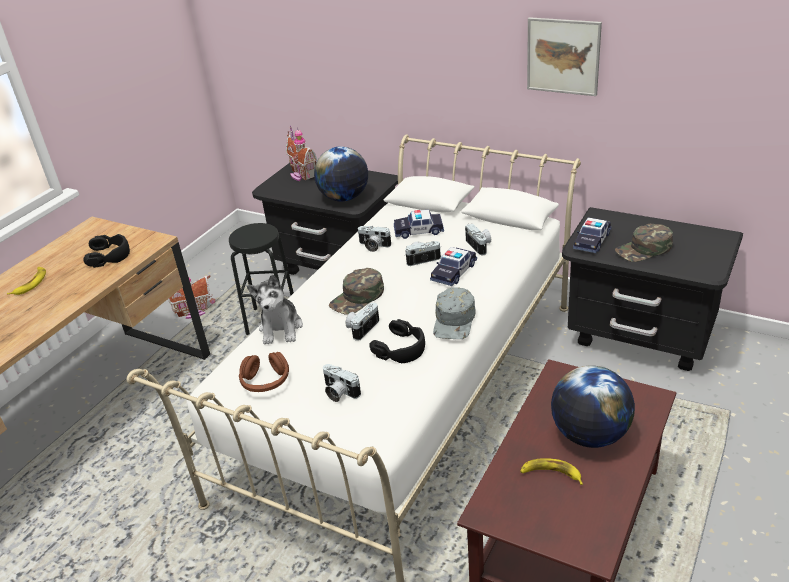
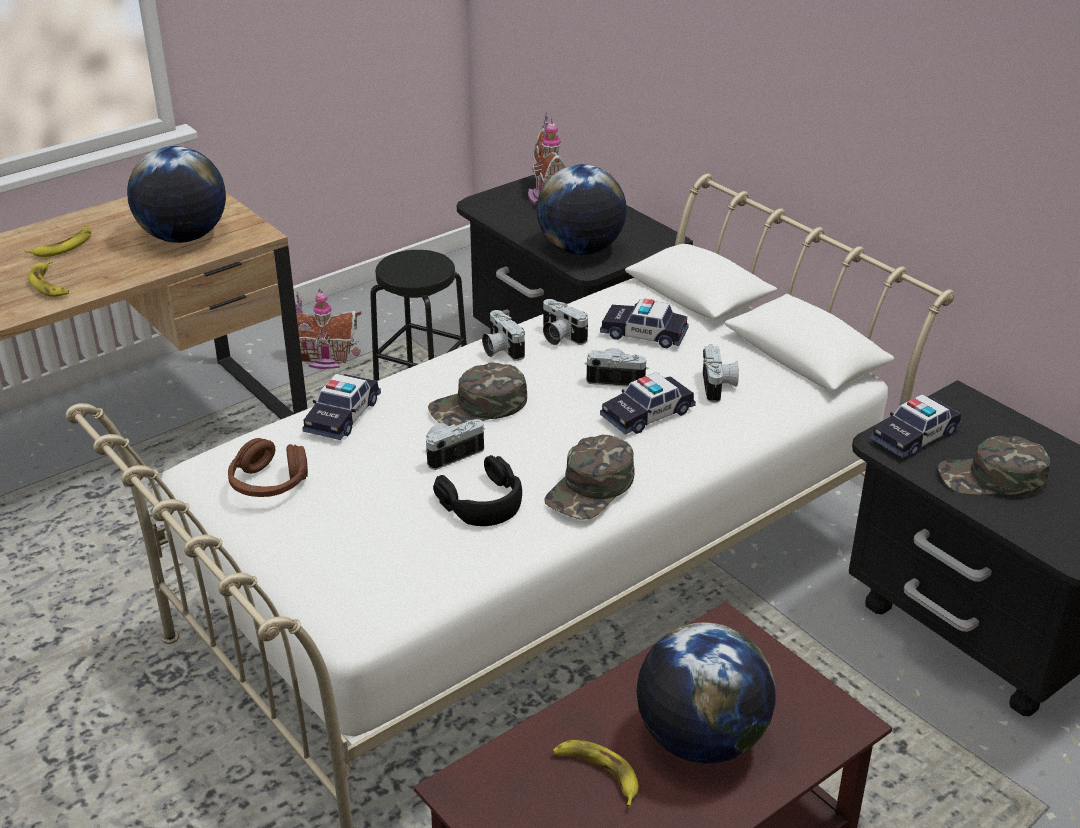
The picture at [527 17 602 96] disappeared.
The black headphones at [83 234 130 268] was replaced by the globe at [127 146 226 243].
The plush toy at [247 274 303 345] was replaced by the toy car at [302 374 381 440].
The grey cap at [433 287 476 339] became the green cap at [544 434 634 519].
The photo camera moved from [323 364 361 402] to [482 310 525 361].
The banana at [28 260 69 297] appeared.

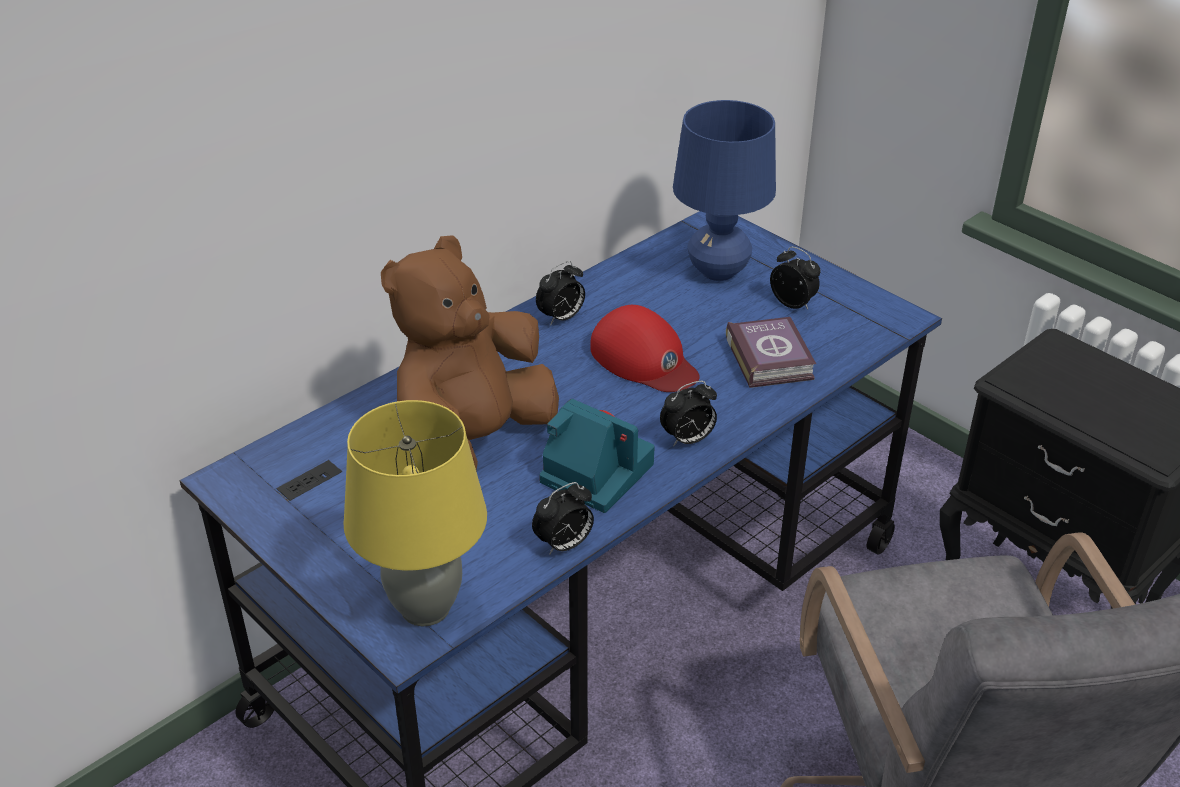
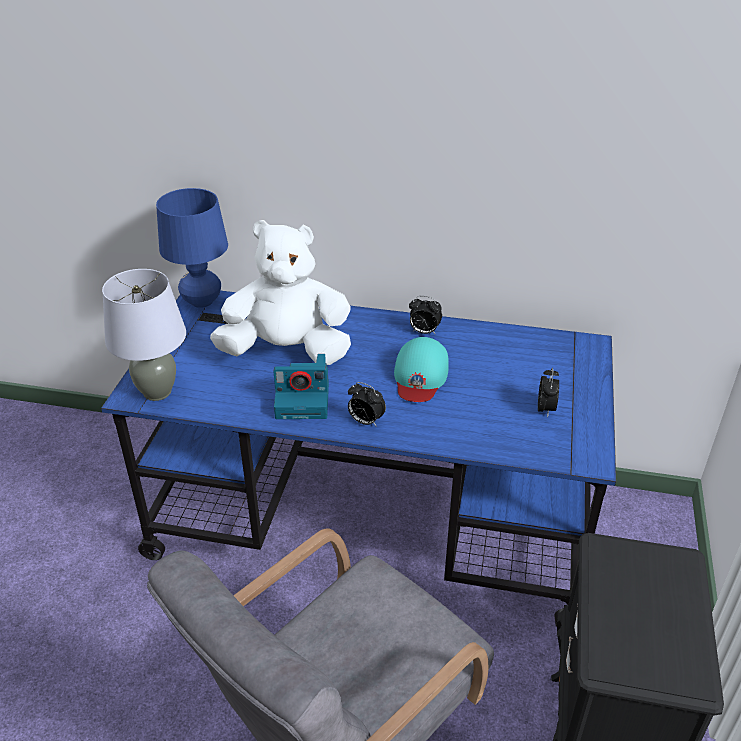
The blue table lamp moved from [673 100 776 281] to [156 188 228 308].
The brown plush toy at [381 235 559 471] became the white plush toy at [210 220 351 365].
The red cap at [590 305 700 392] became the turquoise cap at [394 337 449 402].
The book at [726 317 816 388] disappeared.
The photo camera at [539 399 655 513] turned 90 degrees clockwise.
The yellow table lamp at [344 400 487 627] became the grey table lamp at [102 269 186 401].
The alarm clock at [532 482 594 555] disappeared.

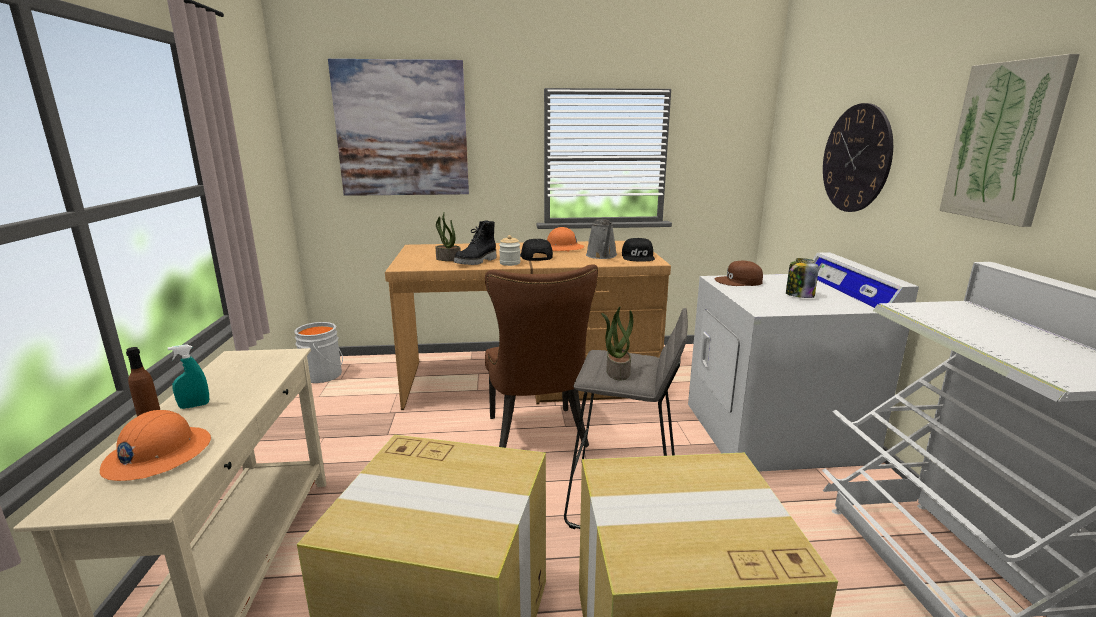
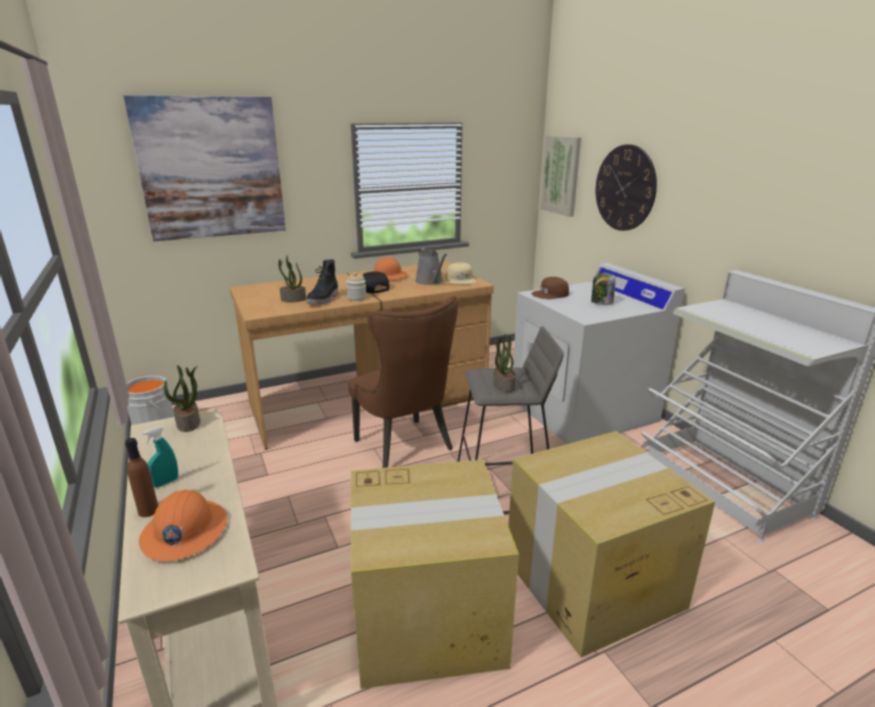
The picture moved from [939 54 1080 227] to [541 135 581 217].
The black cap at [622 238 655 262] became the beige cap at [446 263 477 285].
The potted plant at [164 365 200 432] appeared.

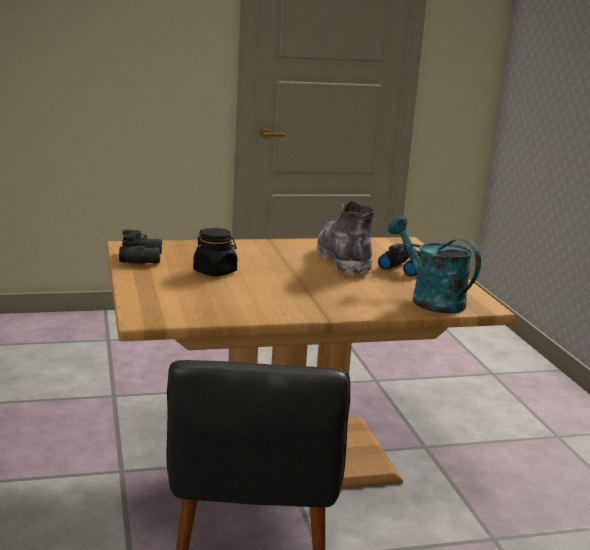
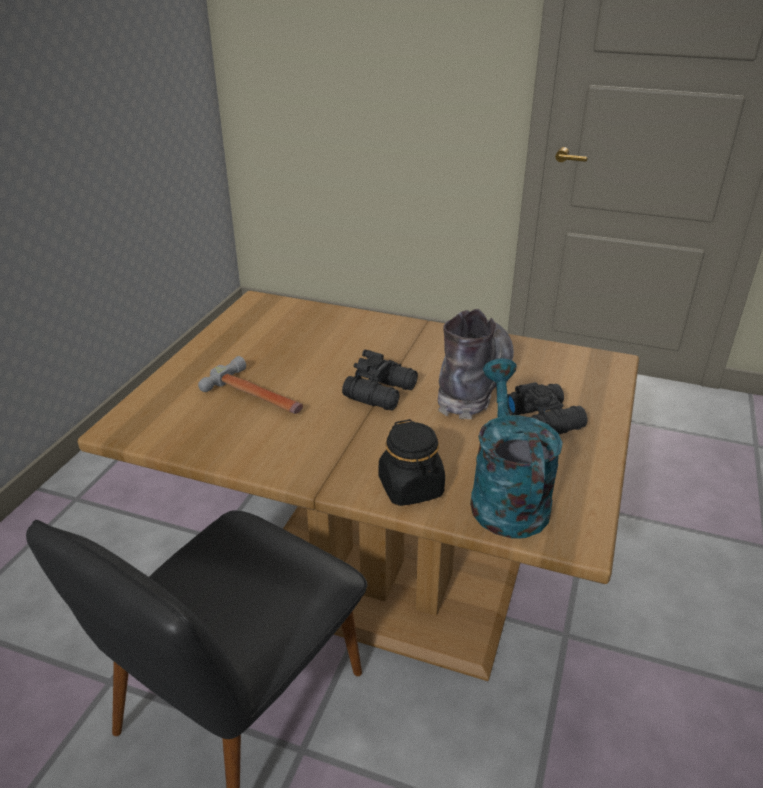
The black jar moved from [193 228 237 277] to [379 419 445 506].
The black binoculars moved from [119 229 162 264] to [342 349 418 410].
The hammer at [198 356 303 414] appeared.

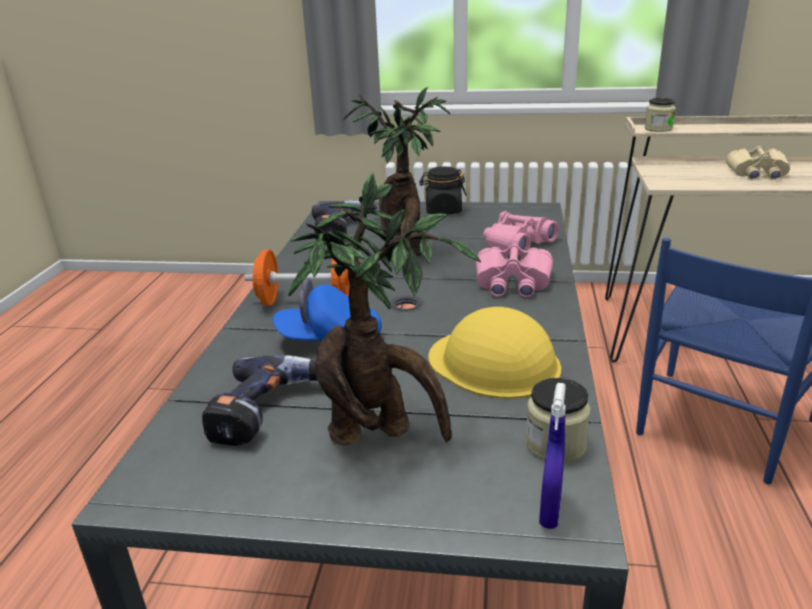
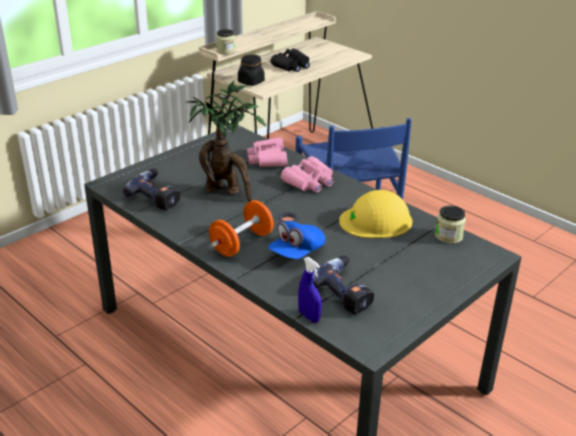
The beige binoculars at [726 146 790 180] became the black binoculars at [271 48 310 72].
The black jar moved from [419 167 466 214] to [238 55 265 86].
The potted plant at [288 172 481 445] disappeared.
The blue spray bottle moved from [539 383 566 529] to [298 257 322 323].

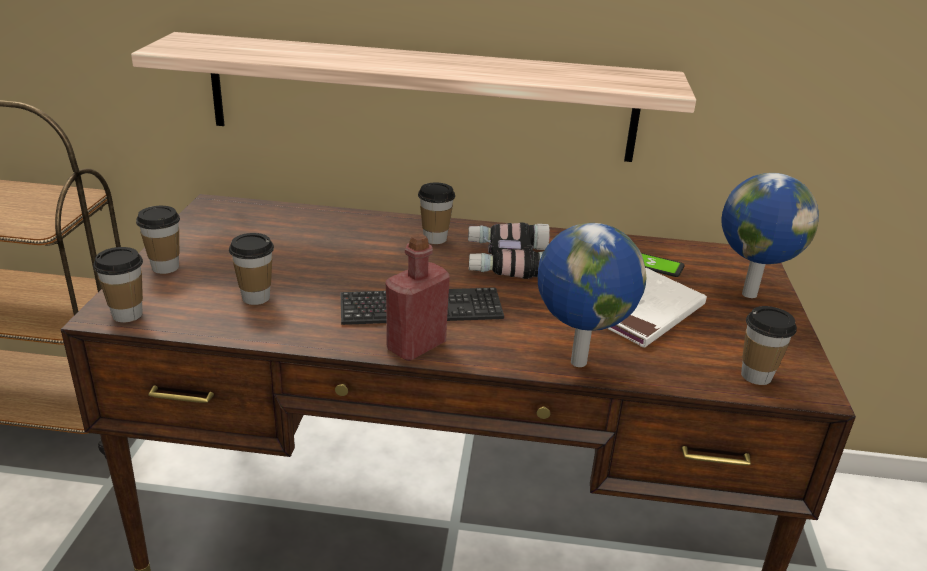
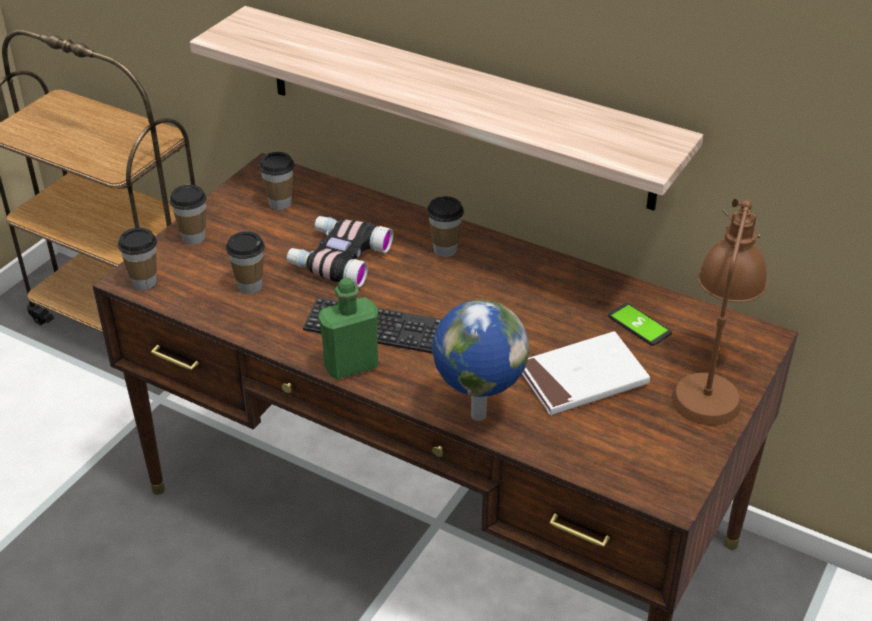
The globe at [721 173 819 298] was replaced by the brown table lamp at [672 199 767 426].
The binoculars moved from [468 222 550 279] to [287 216 393 288].
The red bottle at [386 234 450 361] became the green bottle at [319 278 378 379].
The cup moved from [741 306 797 385] to [259 152 295 210].

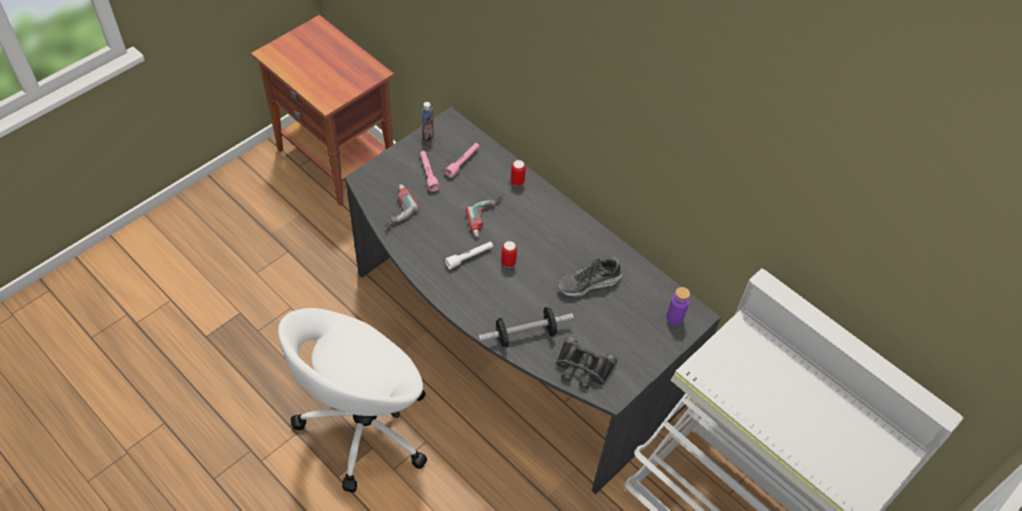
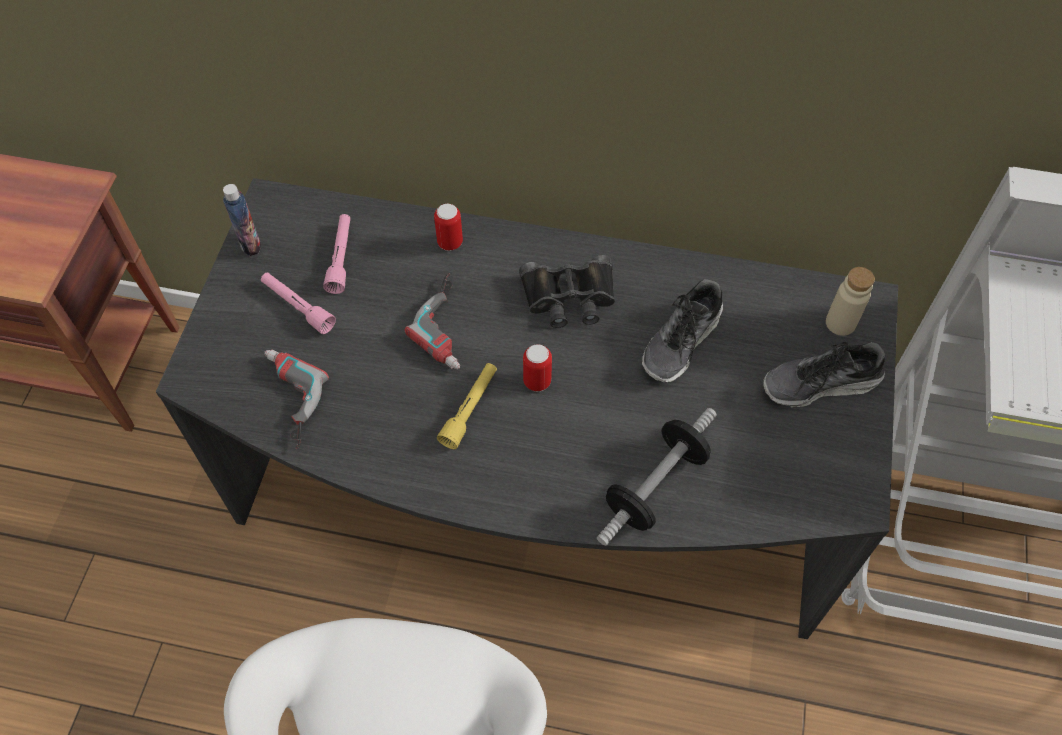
The white flashlight at [445 241 493 269] became the yellow flashlight at [437 363 497 449].
The purple bottle at [667 287 690 325] became the beige bottle at [826 267 875 336].
The black binoculars moved from [556 337 618 389] to [519 255 615 328].
The shoe at [763 342 885 408] appeared.

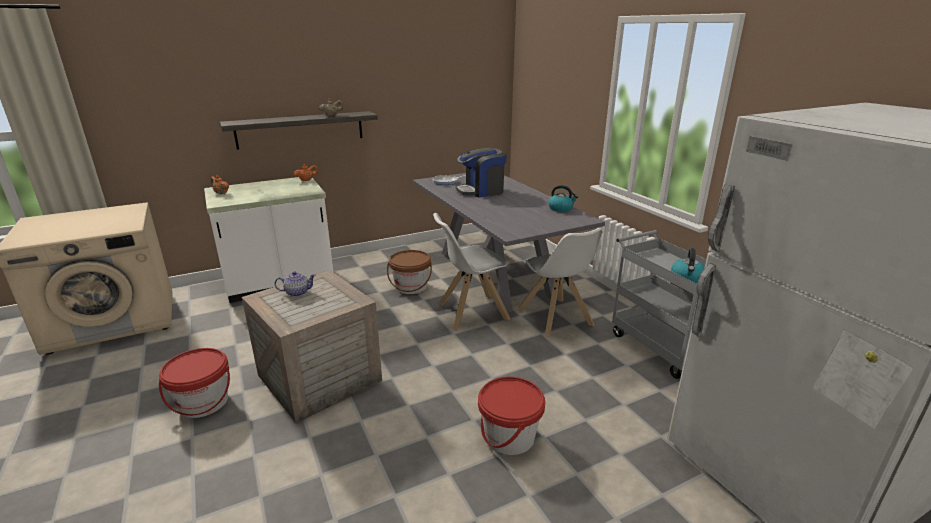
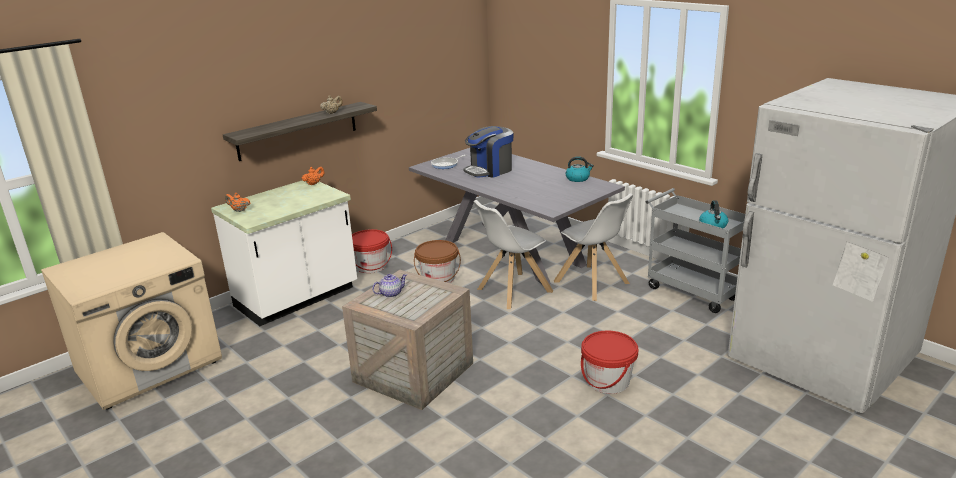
The red bucket moved from [159 348 230 418] to [352 229 392 273].

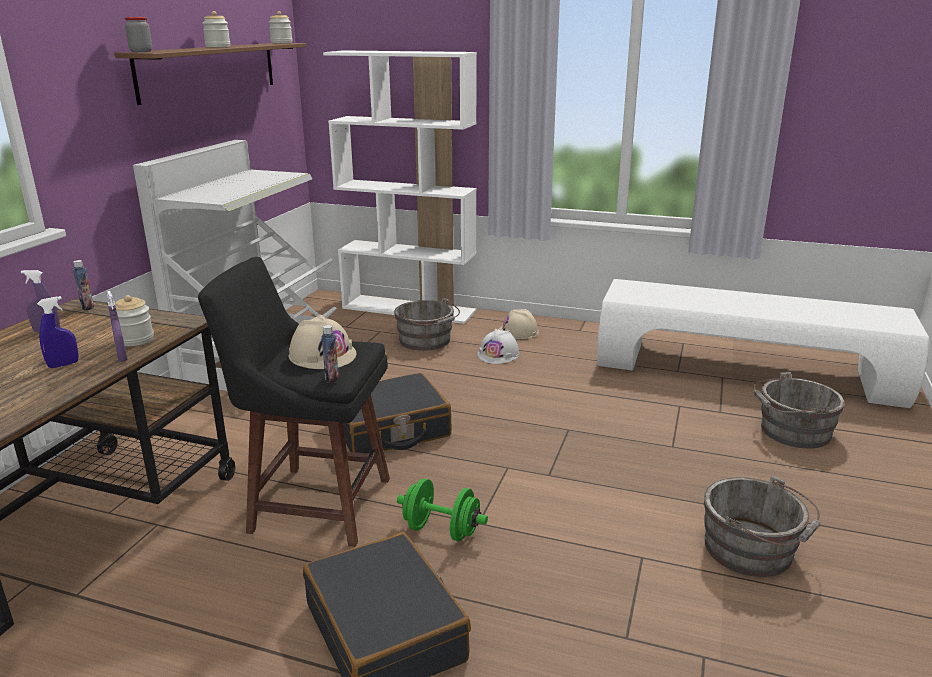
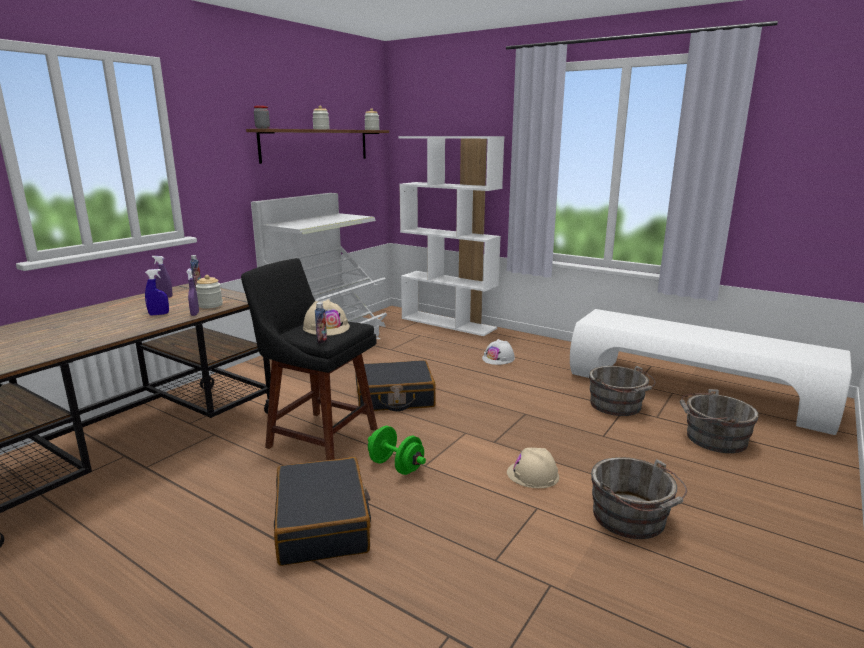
The grey bucket moved from [394 298 460 351] to [589 366 656 416].
The beige hard hat moved from [498 309 539 339] to [507 448 559 488].

